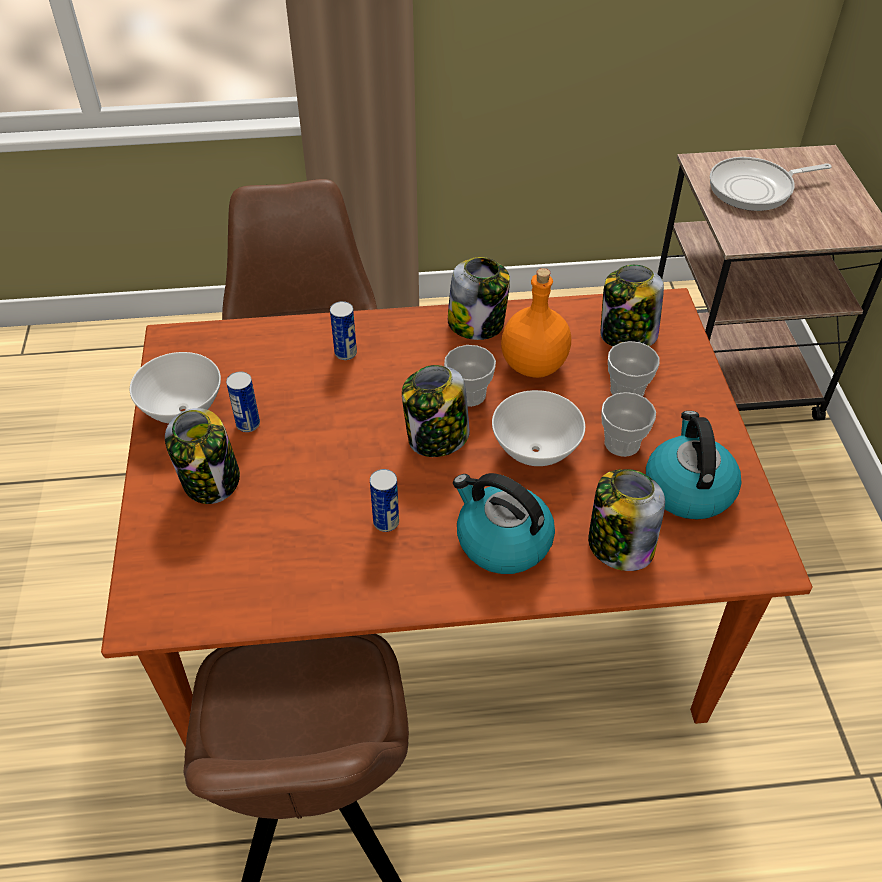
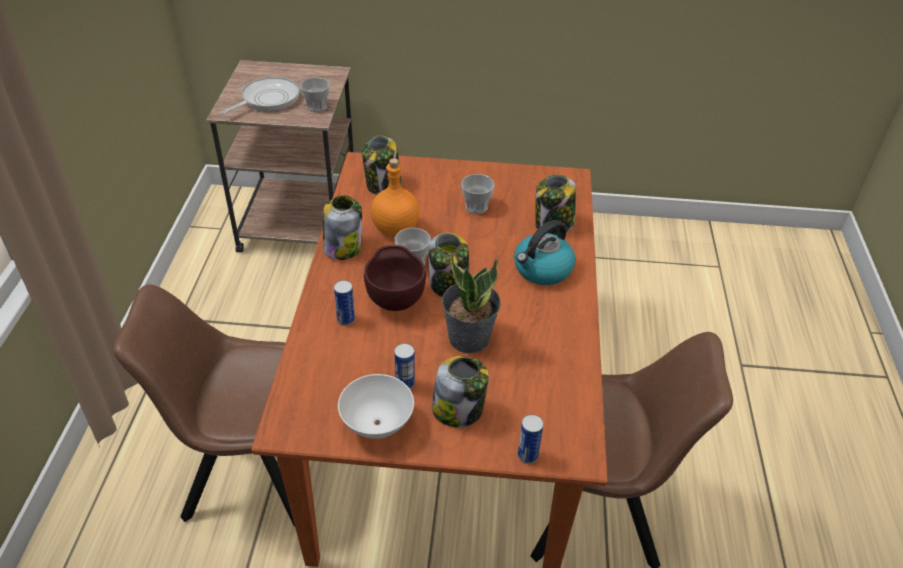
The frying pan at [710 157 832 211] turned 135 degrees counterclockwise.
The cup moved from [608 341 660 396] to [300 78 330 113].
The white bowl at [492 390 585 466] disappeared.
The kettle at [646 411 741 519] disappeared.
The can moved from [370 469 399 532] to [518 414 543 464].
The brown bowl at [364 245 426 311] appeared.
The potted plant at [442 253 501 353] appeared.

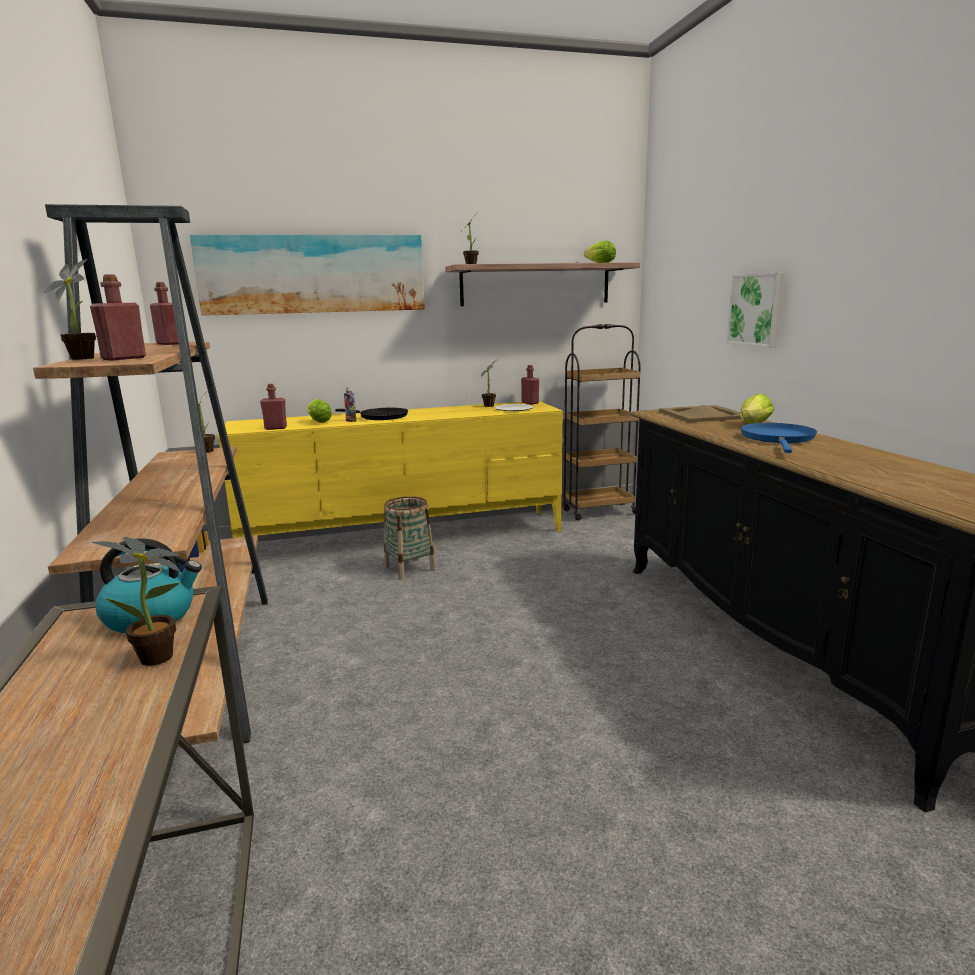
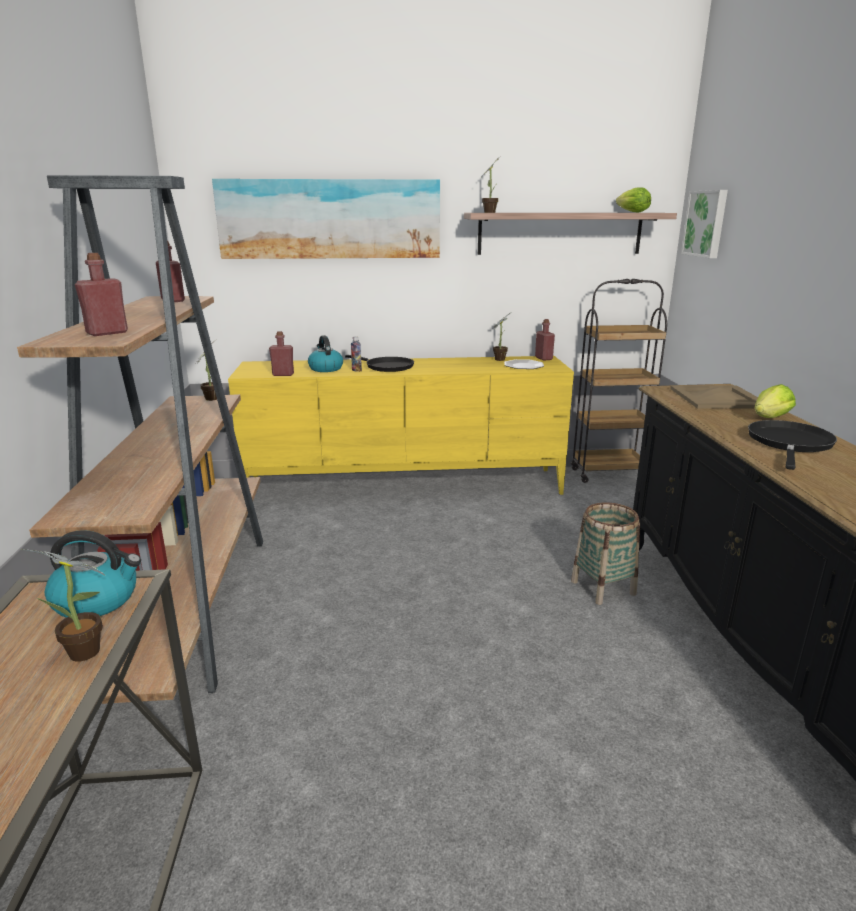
The potted plant at [44 259 96 360] disappeared.
The picture moved from [727 272 785 348] to [681 190 728 258].
The lettuce at [307 399 332 423] was replaced by the kettle at [308 335 343 372].
The blue frying pan at [741 423 817 453] became the black frying pan at [748 420 837 470].
The basket moved from [384 496 436 580] to [571 502 640 605].

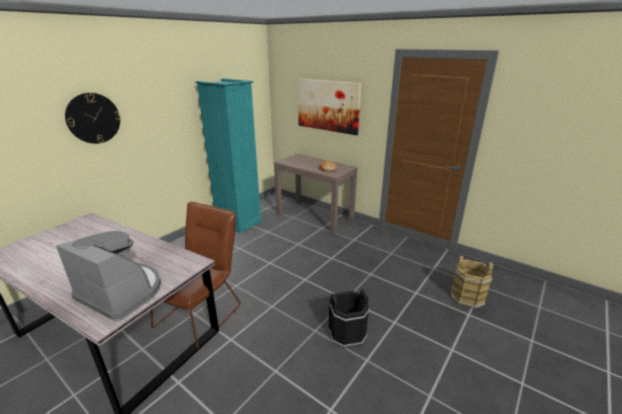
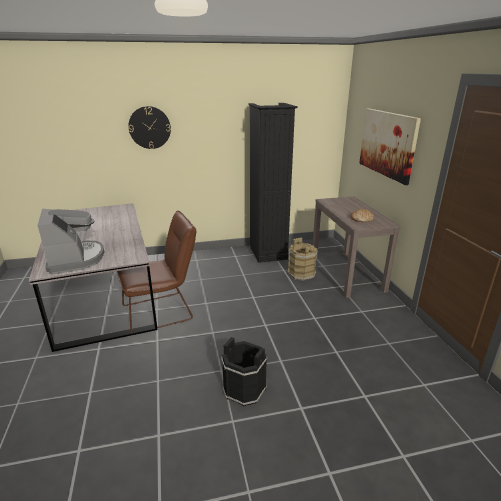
The turquoise cabinet at [195 78 261 233] became the black cabinet at [248 103 298 263].
The brown bucket moved from [451 256 493 309] to [288 238 318 281].

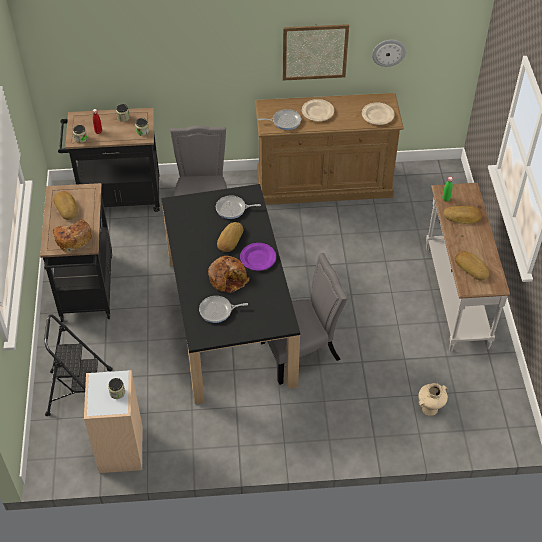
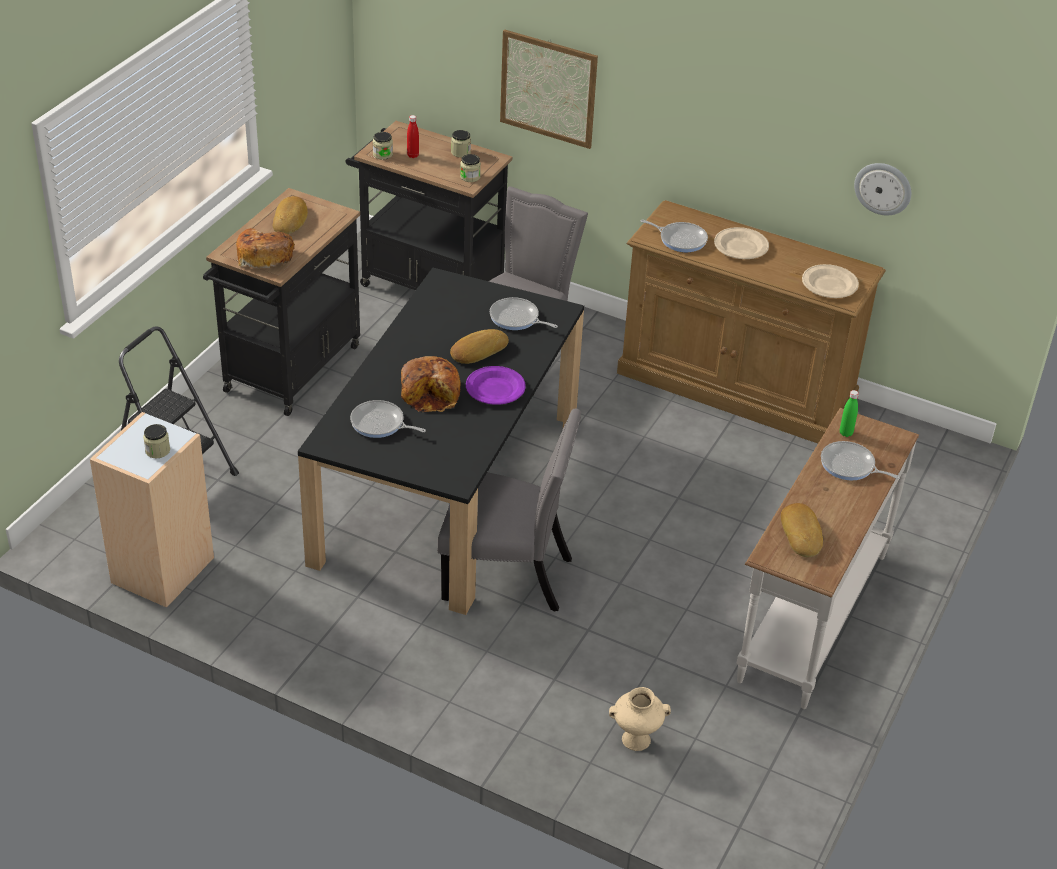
The picture moved from [283 24 349 81] to [500 29 598 149].
The bread at [443 206 482 224] was replaced by the frying pan at [821 441 900 480].

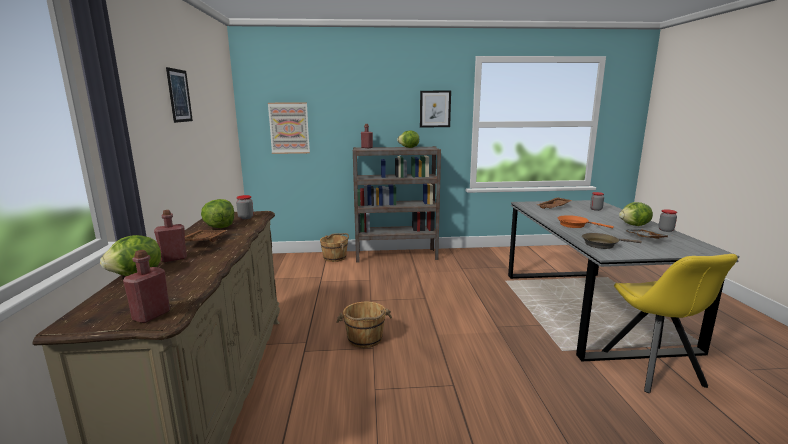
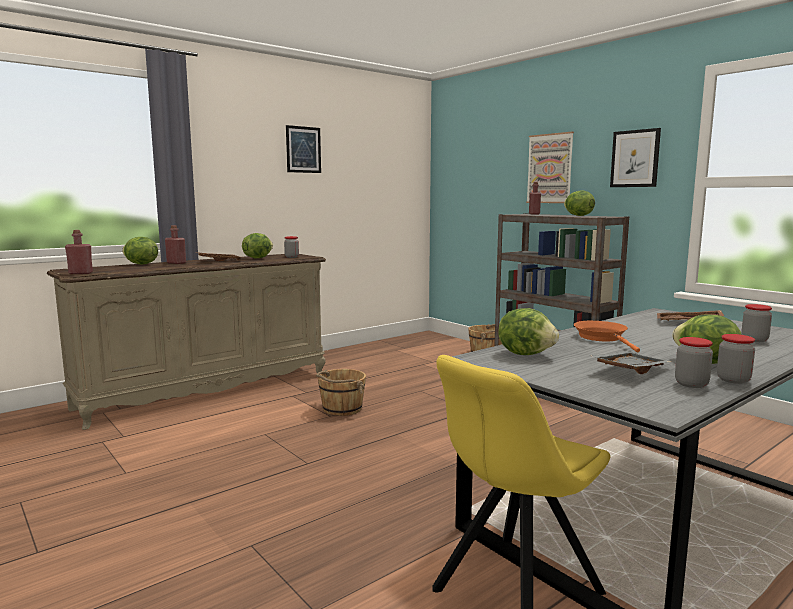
The picture moved from [268 102 310 154] to [526 132 574 203].
The brown frying pan at [582 233 642 249] was replaced by the lettuce at [498 308 559 355].
The jar at [675 337 713 388] appeared.

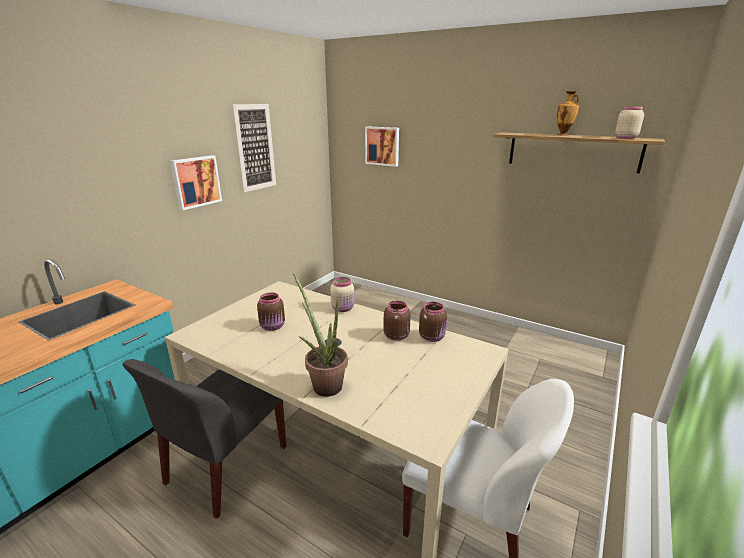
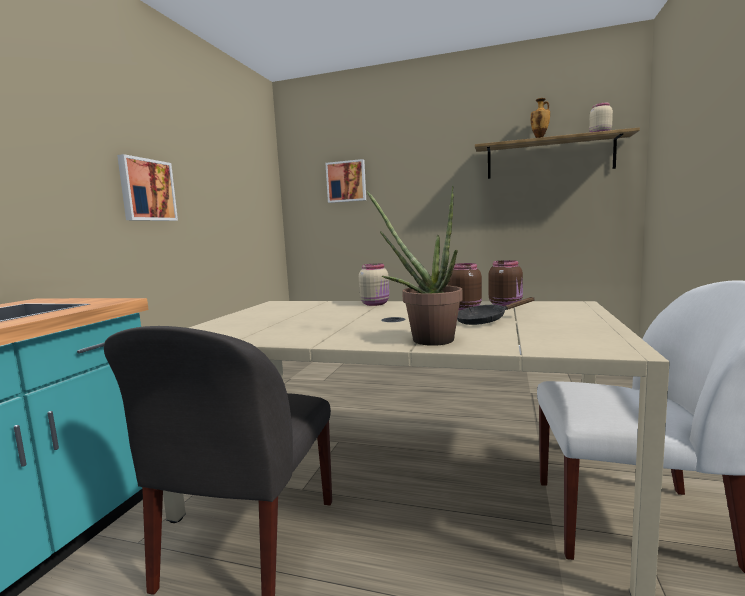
The picture at [232 104 276 192] disappeared.
The brown jar at [257 292 285 331] disappeared.
The black frying pan at [457 297 535 325] appeared.

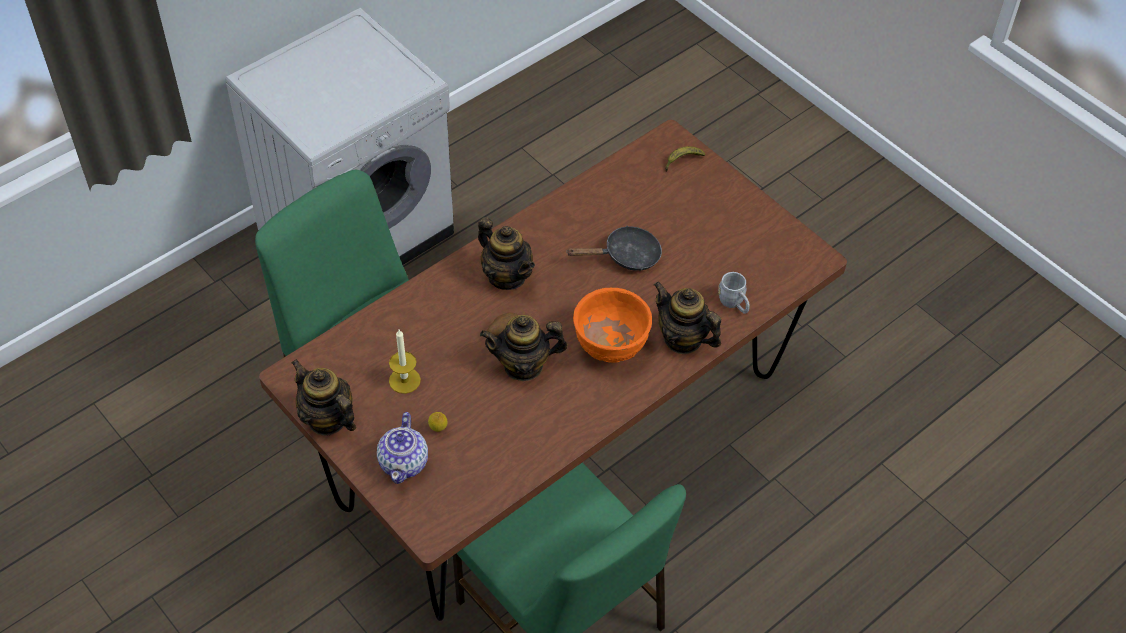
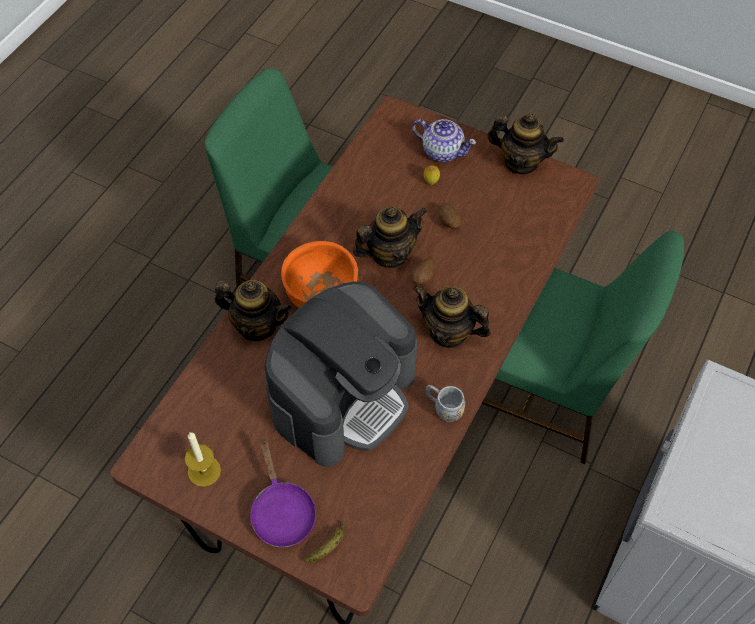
The black frying pan at [566 226 662 271] was replaced by the coffee machine at [265 282 417 467].
The grey mug moved from [718 272 750 314] to [425 385 465 422].
The candle moved from [389 330 421 394] to [185 432 221 487].
The teapot at [377 412 428 484] turned 135 degrees clockwise.
The potato at [439 203 462 229] appeared.
The purple frying pan at [250 438 316 547] appeared.

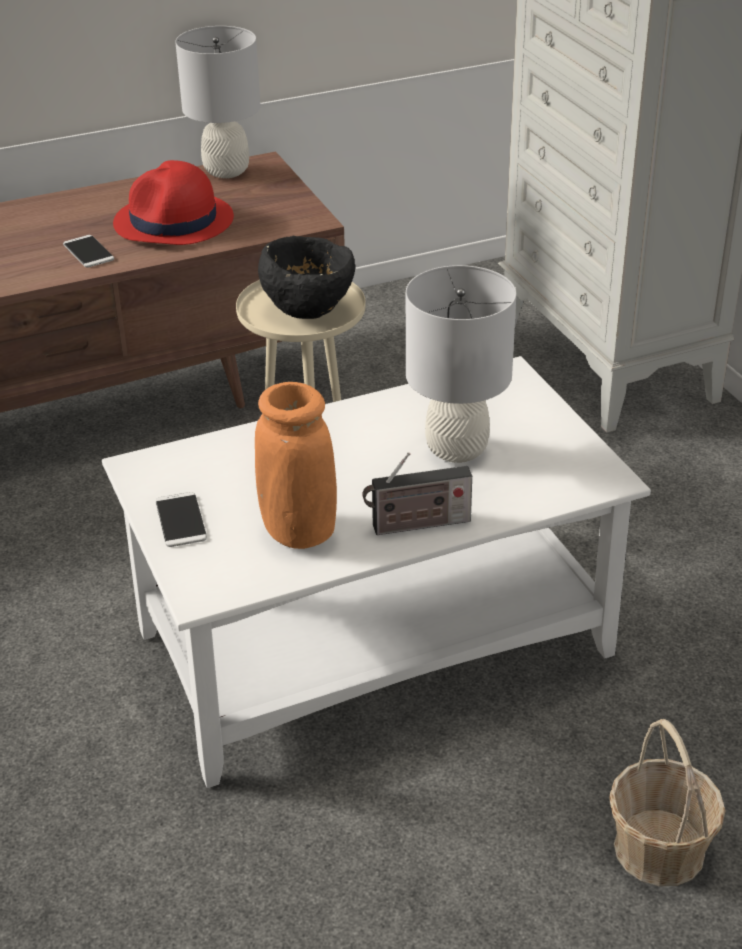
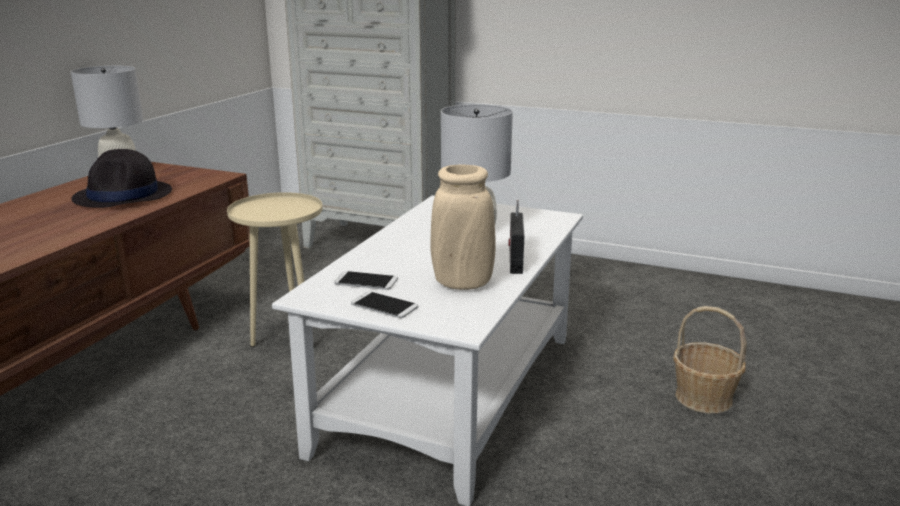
The red hat at [113 160 234 245] became the black hat at [71 149 172 208].
The phone moved from [63 235 114 268] to [334 271 398 290].
The black bowl at [258 236 356 319] disappeared.
The orange vase at [255 382 337 549] became the beige vase at [431 164 496 290].
The radio at [362 452 472 535] turned 150 degrees clockwise.

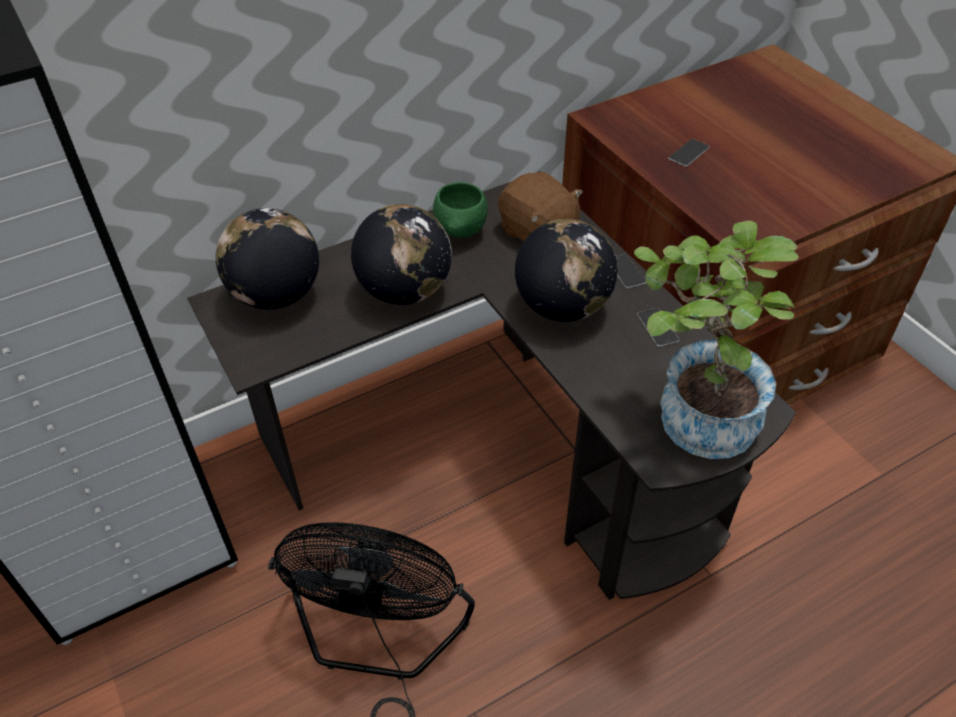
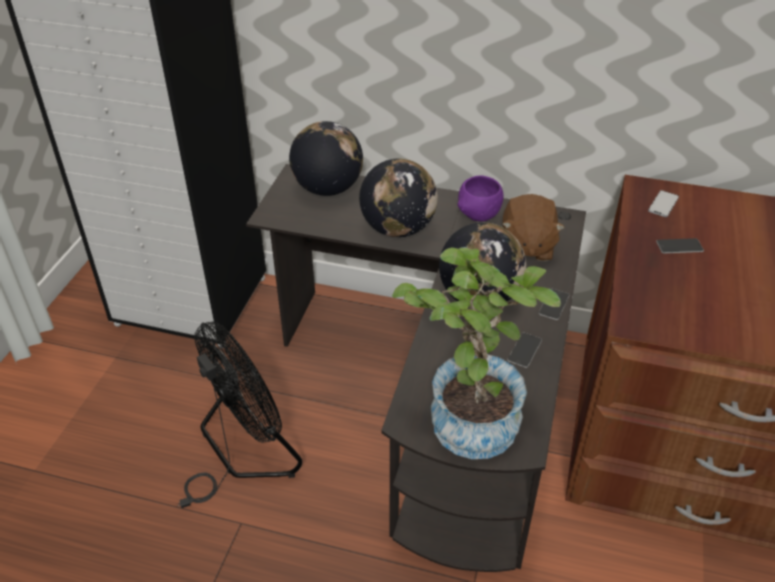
The green bowl at [433 182 488 238] became the purple bowl at [457 175 504 221].
The phone at [648 190 679 217] appeared.

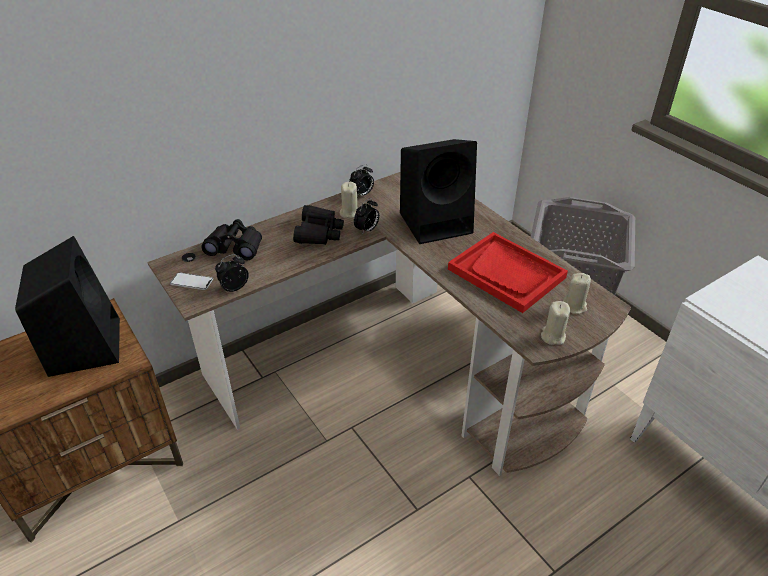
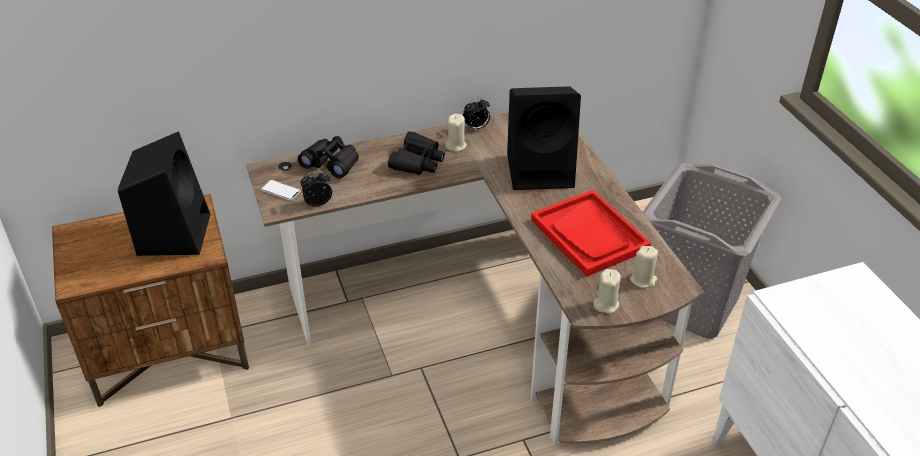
The alarm clock at [354 198 379 235] disappeared.

